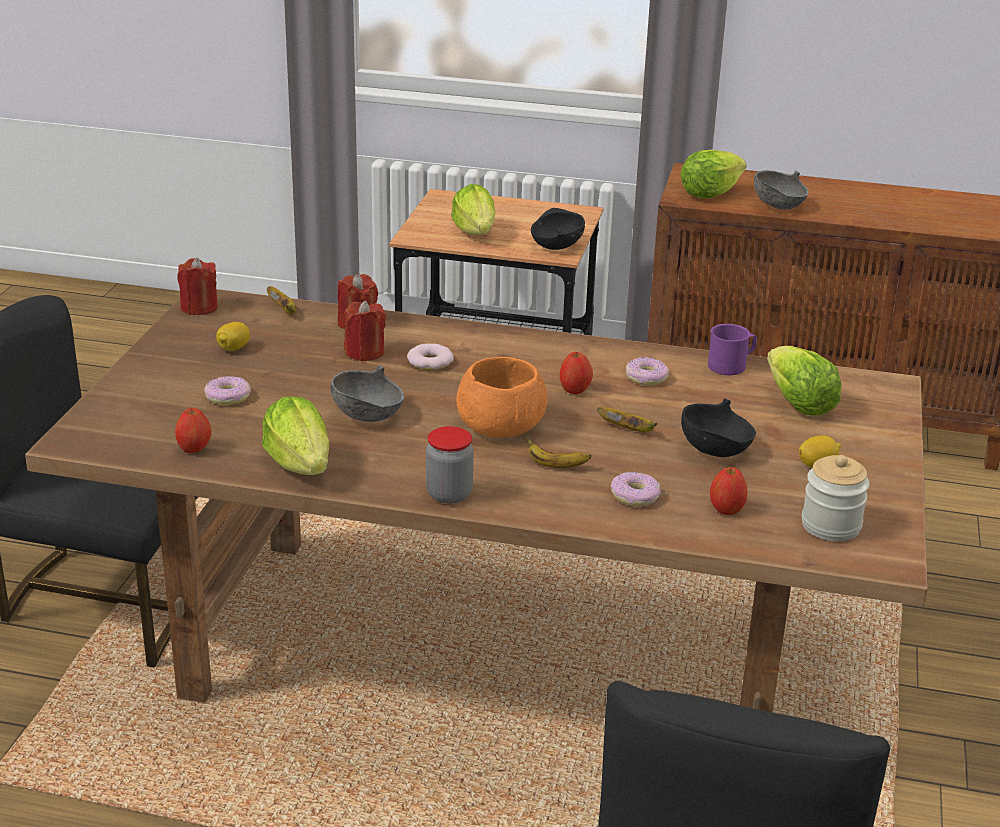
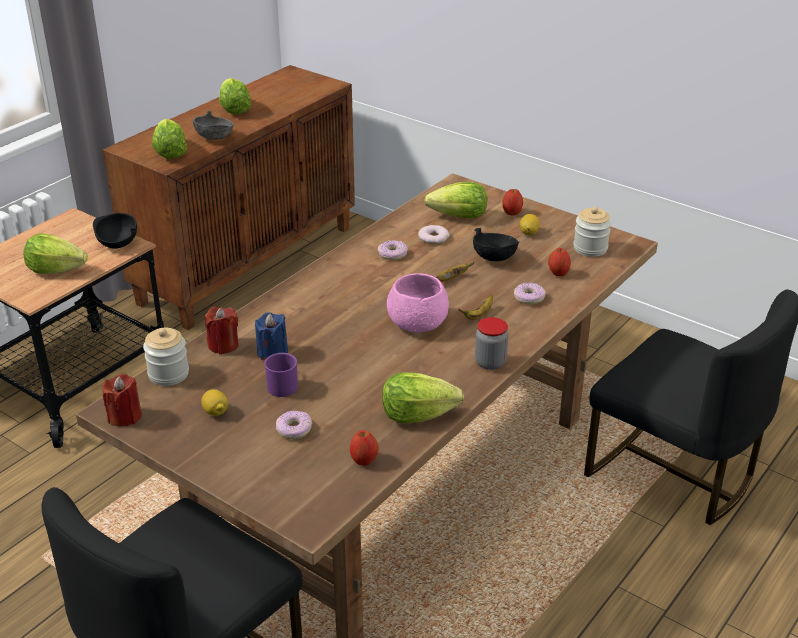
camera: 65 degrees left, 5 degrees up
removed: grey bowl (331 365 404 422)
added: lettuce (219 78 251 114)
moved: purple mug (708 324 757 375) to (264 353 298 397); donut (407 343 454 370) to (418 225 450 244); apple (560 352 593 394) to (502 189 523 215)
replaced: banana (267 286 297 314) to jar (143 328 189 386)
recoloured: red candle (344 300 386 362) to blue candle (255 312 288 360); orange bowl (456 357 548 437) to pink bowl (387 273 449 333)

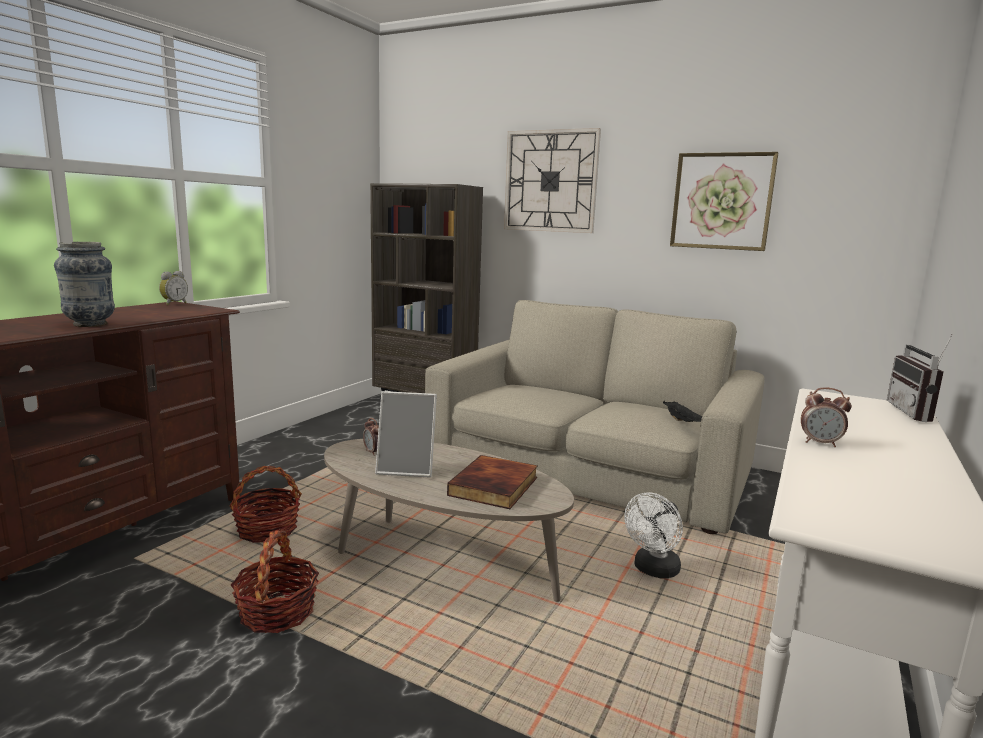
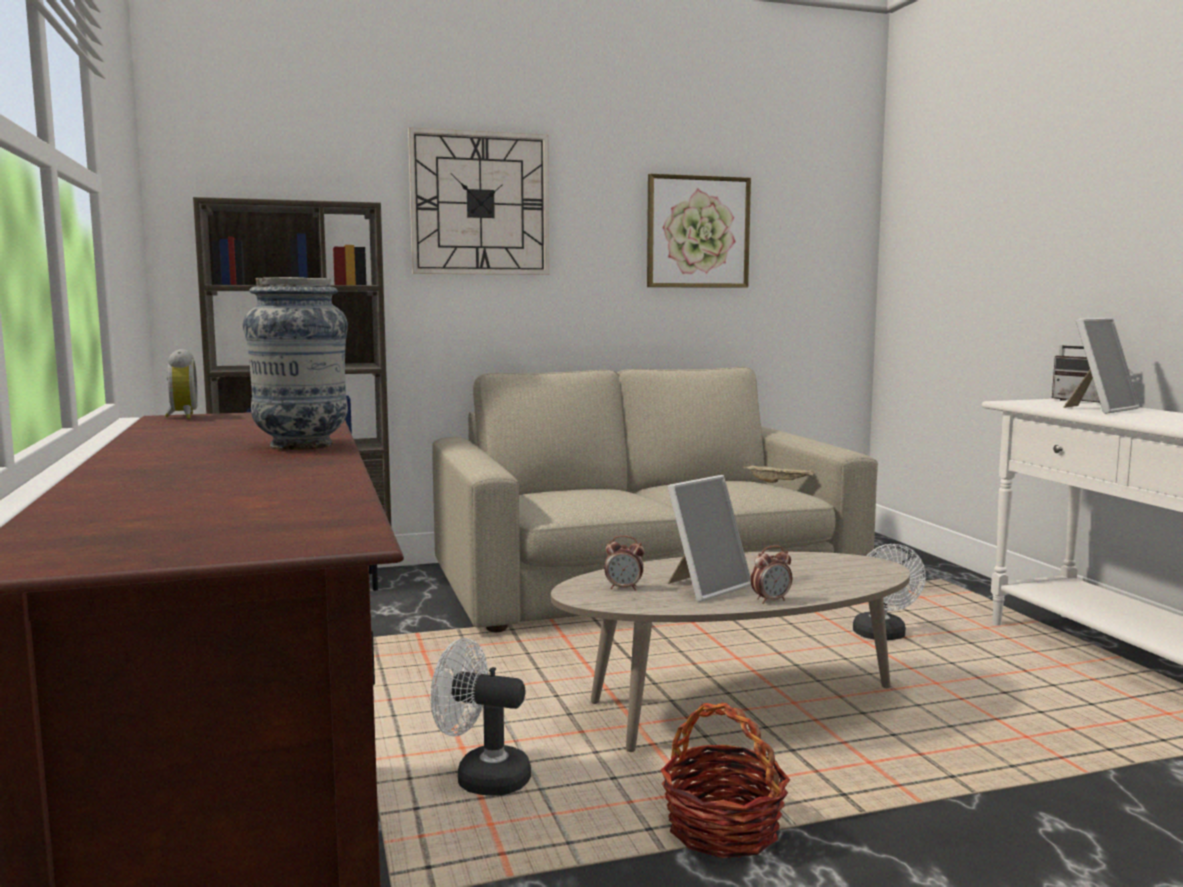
camera: 45 degrees left, 5 degrees down
removed: book (447 455 538 509)
added: picture frame (1064 318 1140 414)
moved: alarm clock (801 387 852 447) to (751 545 792 604)
replaced: basket (229 466 302 543) to white fan (431 638 531 796)
recoloured: black tray (663 401 702 422) to beige tray (743 465 814 483)

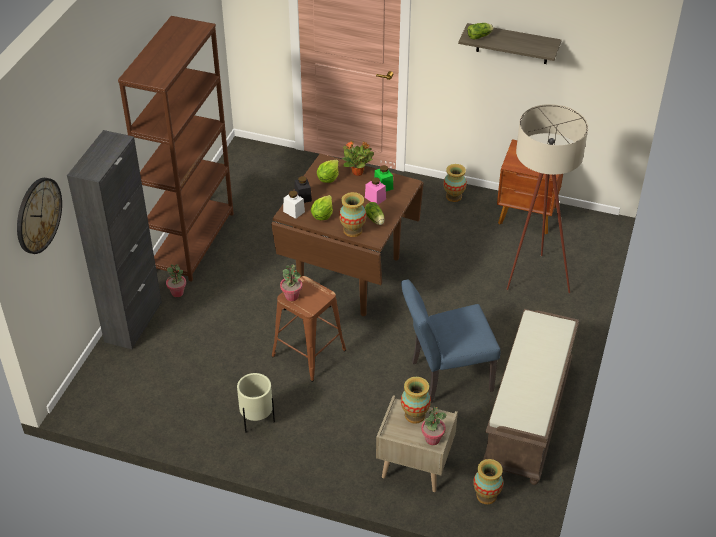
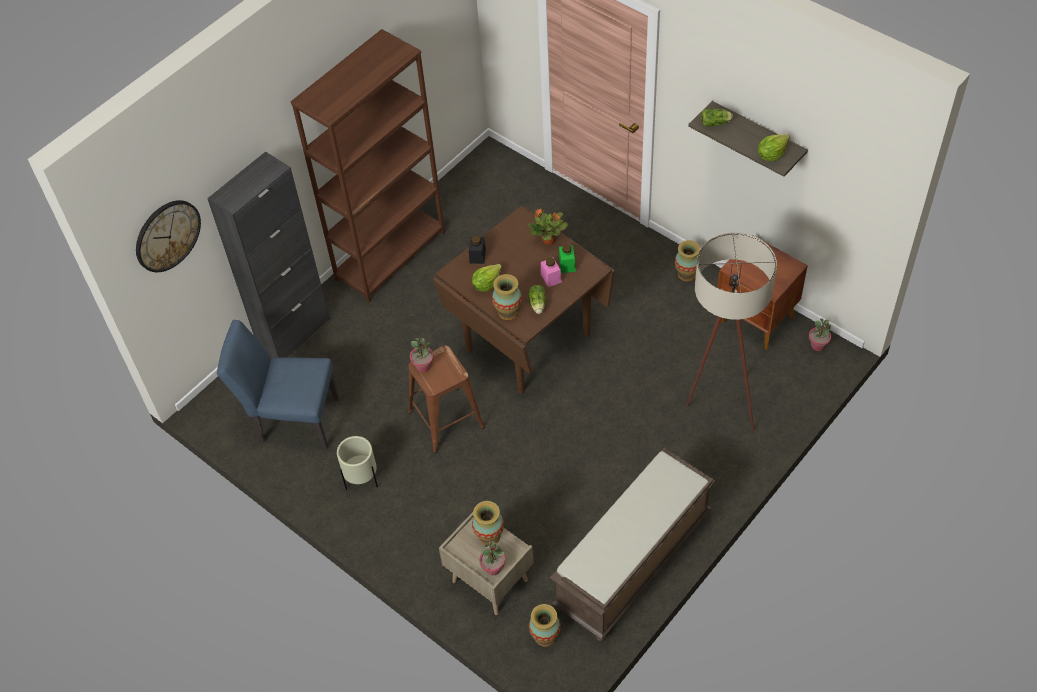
camera: 25 degrees right, 10 degrees up
removed: white jar (283 191 305 219)
moved: lettuce (317 159 339 183) to (758 134 790 162); potted plant (166 264 186 297) to (809 318 831 351); blue chair (401 279 501 403) to (217 320 340 450)

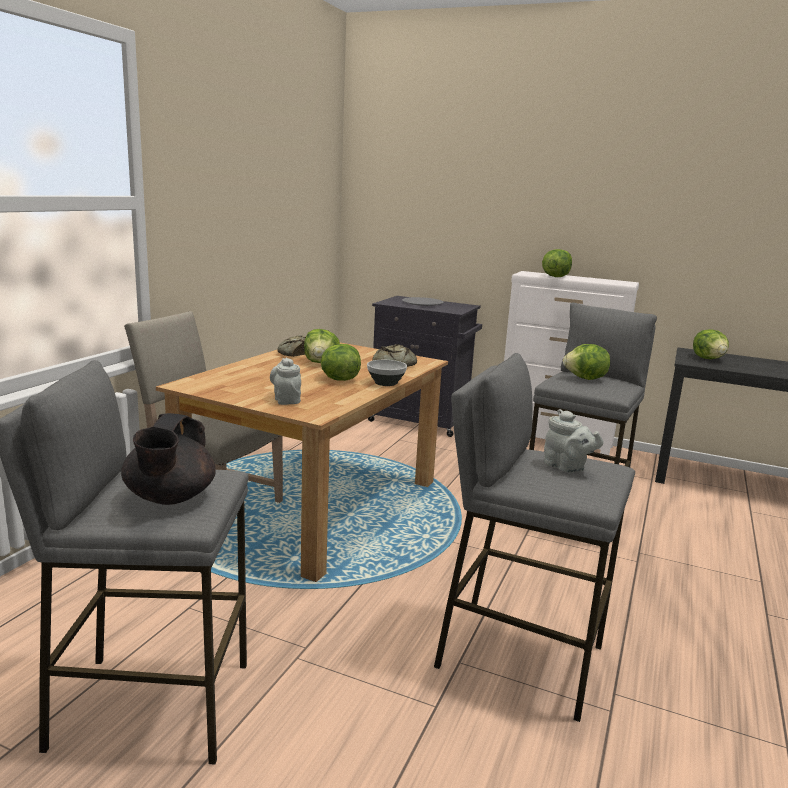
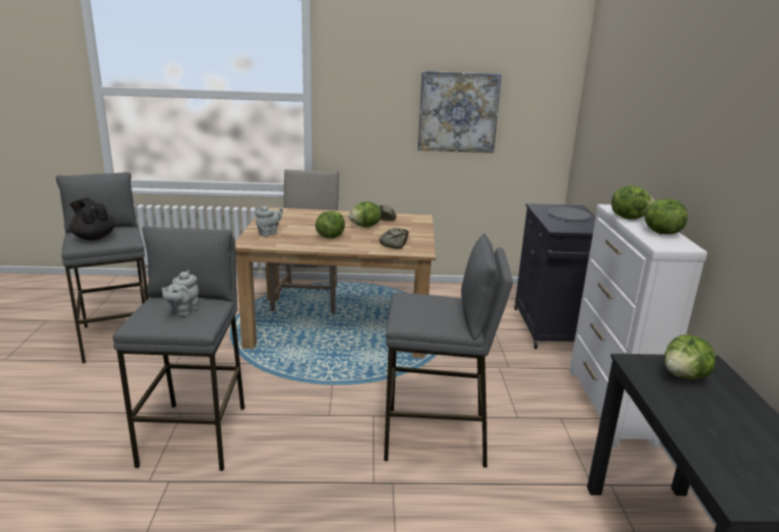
camera: 65 degrees right, 5 degrees up
removed: bowl (367 360 407 386)
added: picture (418 71 502 153)
moved: lettuce (563 344 610 380) to (645 198 688 234)
turned: black teapot (121 413 216 505) = (69 198 115 241) 60 degrees clockwise

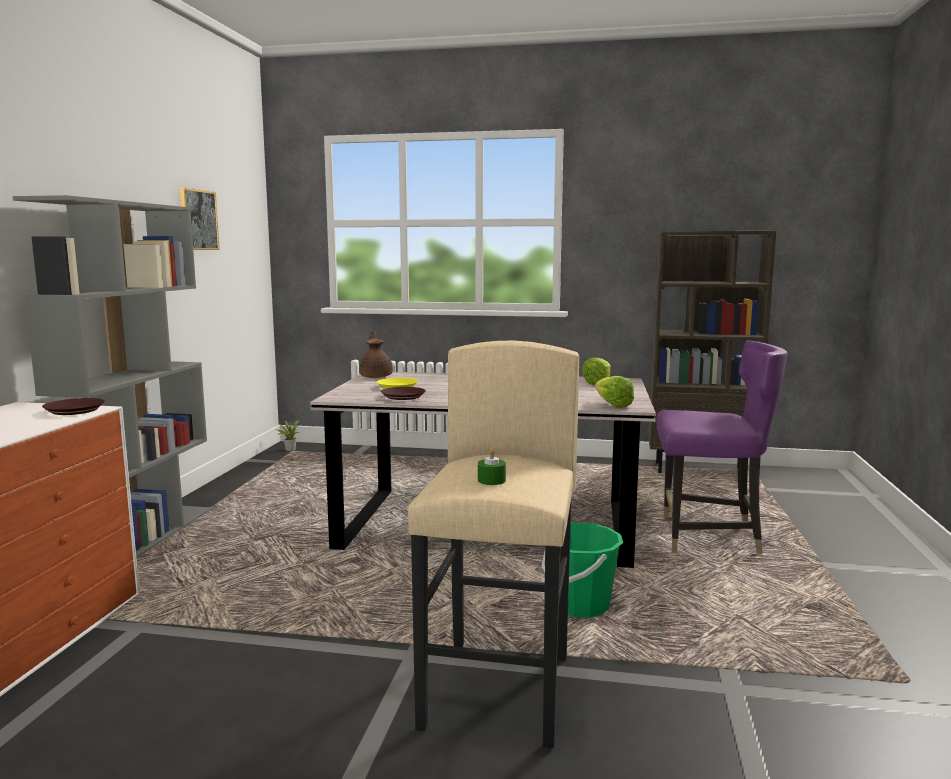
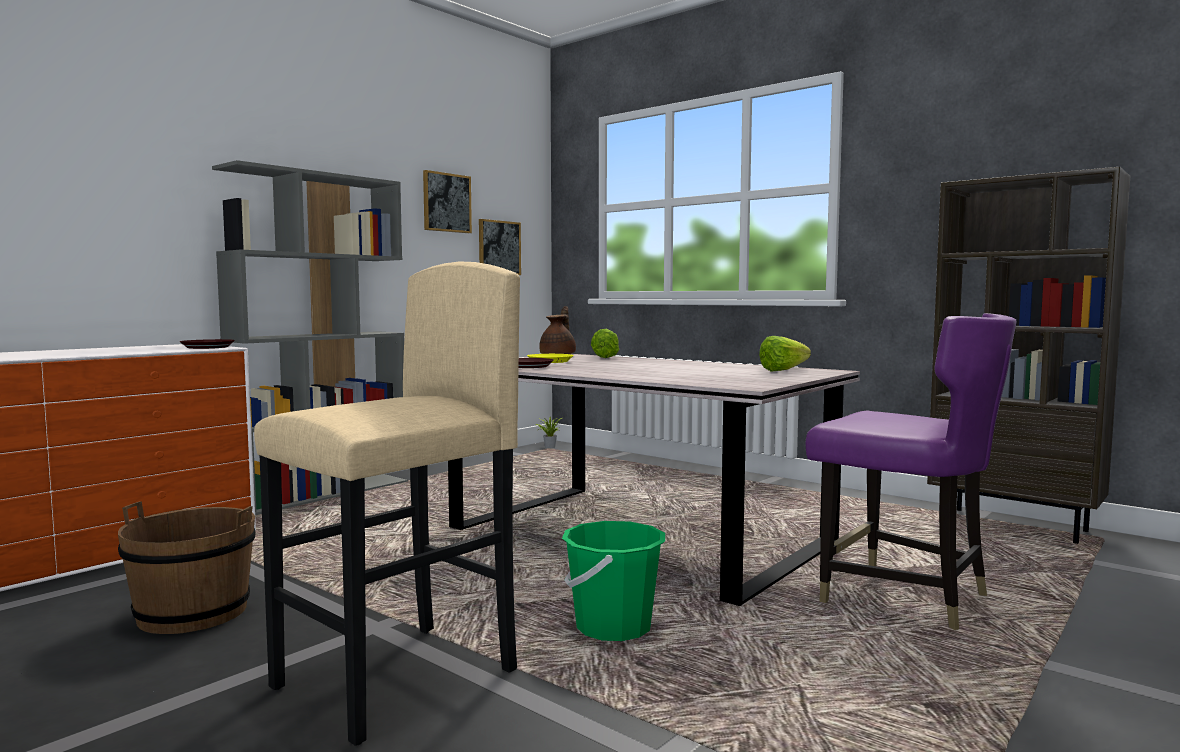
camera: 30 degrees right, 5 degrees down
removed: green candle (478 448 506 485)
added: picture (479 219 521 275); brown bucket (118 501 256 634)
moved: lettuce (595 376 634 408) to (591 329 619 358)

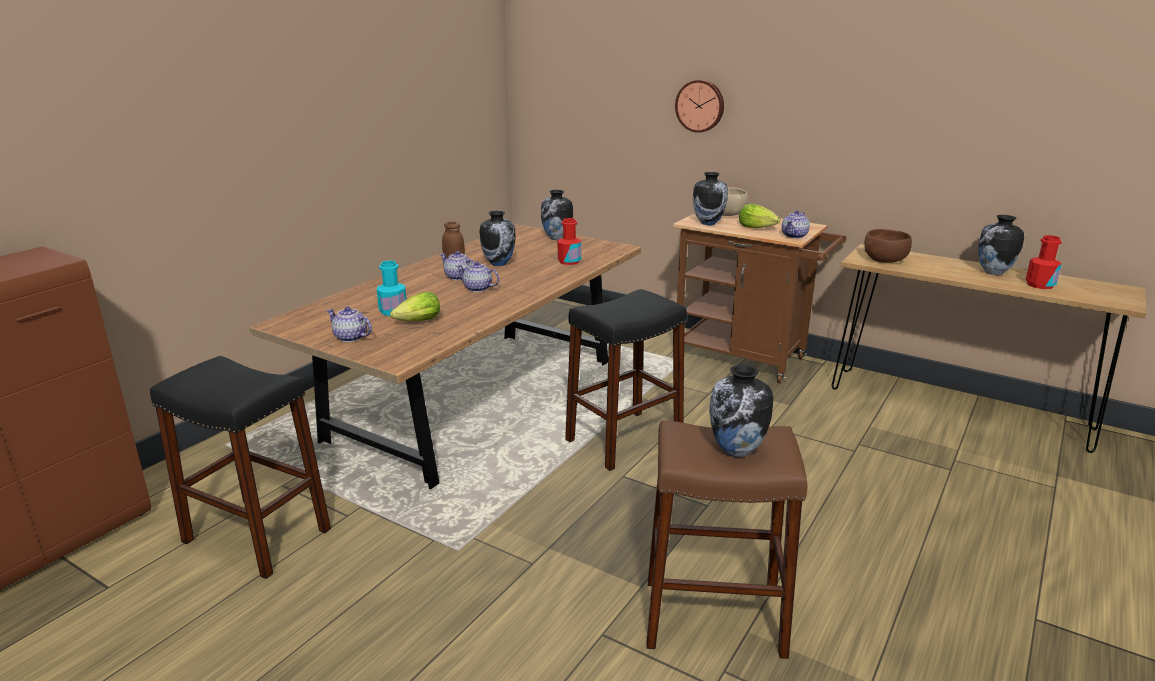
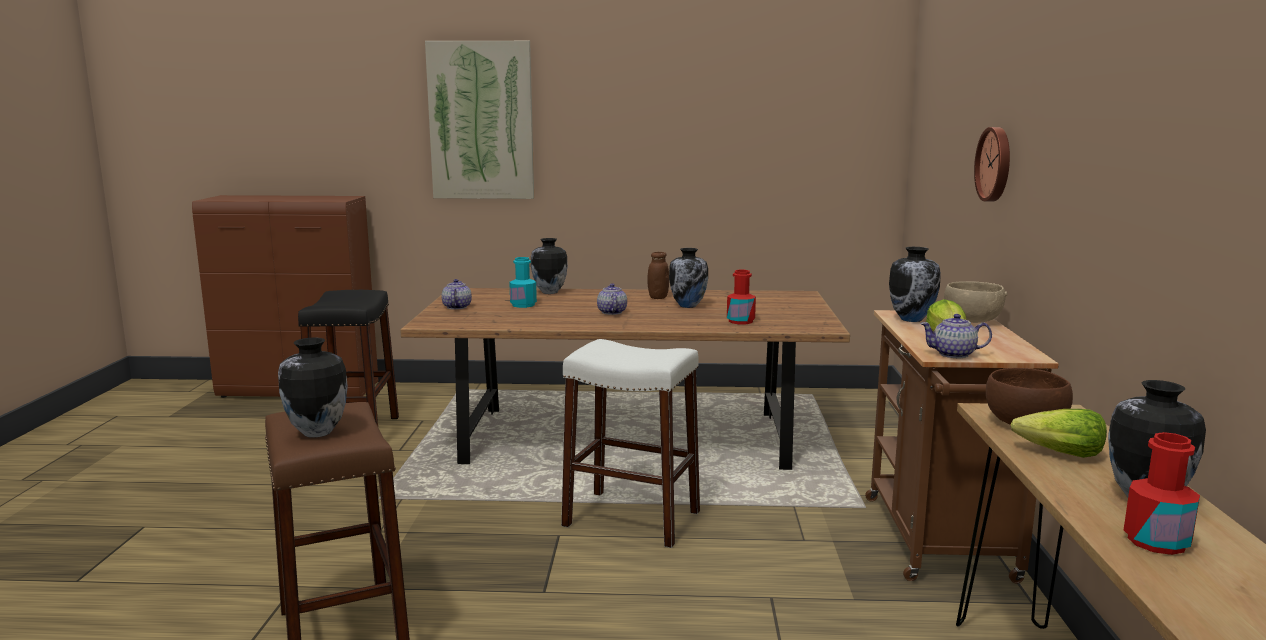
camera: 60 degrees right, 10 degrees down
removed: teapot (440 251 475 281)
added: picture (425 41 534 199)
moved: vase (541 190 573 240) to (531 238 568 294); lettuce (390 291 440 321) to (1010 409 1107 458)
recoloured: black stool (565 289 687 471) to white stool (561 339 700 548)

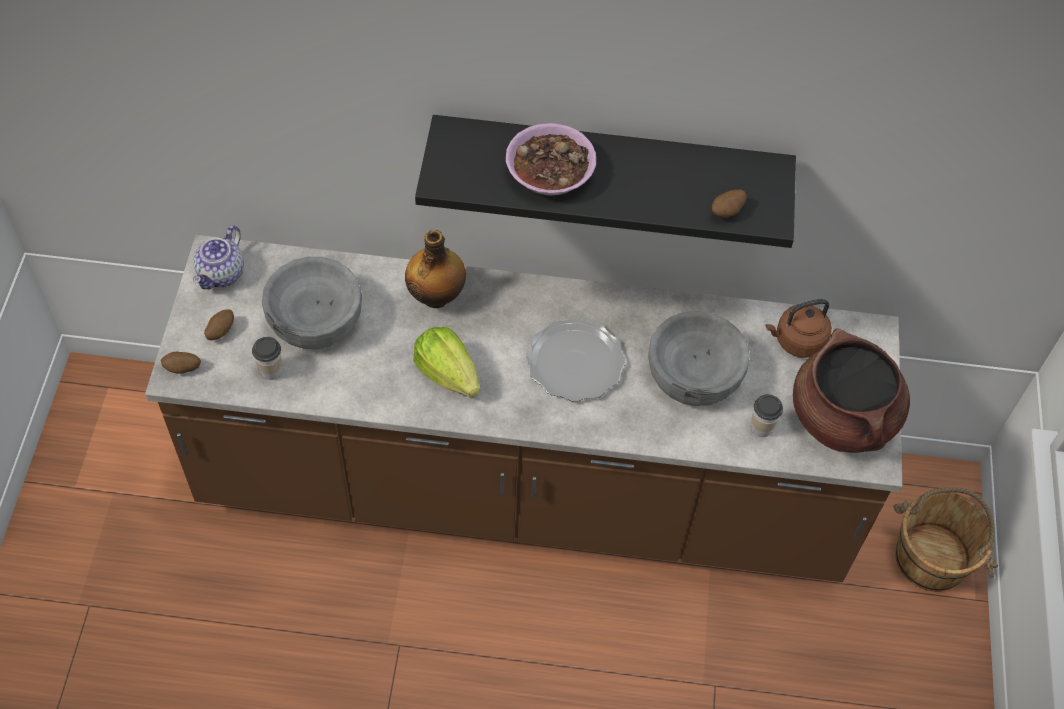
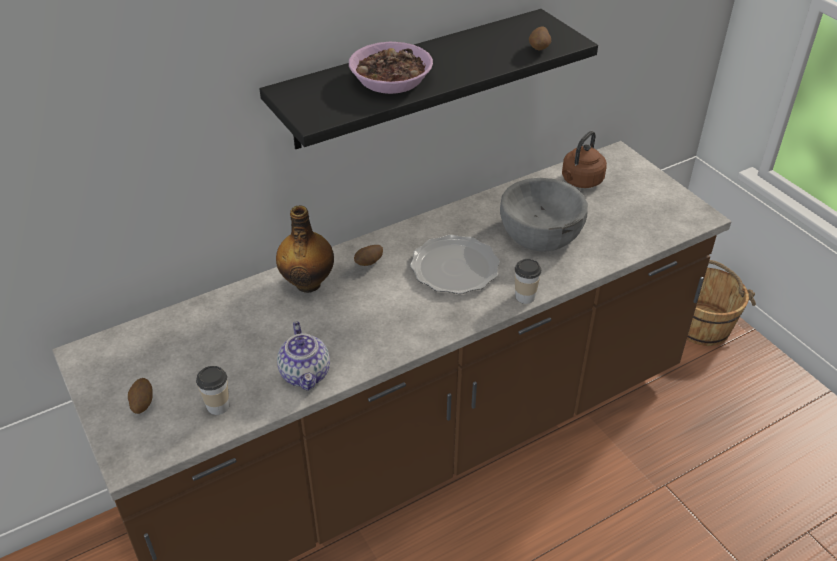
camera: 35 degrees left, 15 degrees down
removed: grey bowl (262 257 362 349); lettuce (413 327 480 397); brown cooking pot (793 329 910 453)
moved: teapot (193 225 244 289) to (277 321 330 391); potato (161 352 201 374) to (354 245 383 266); cup (751 394 783 437) to (515 259 542 304)

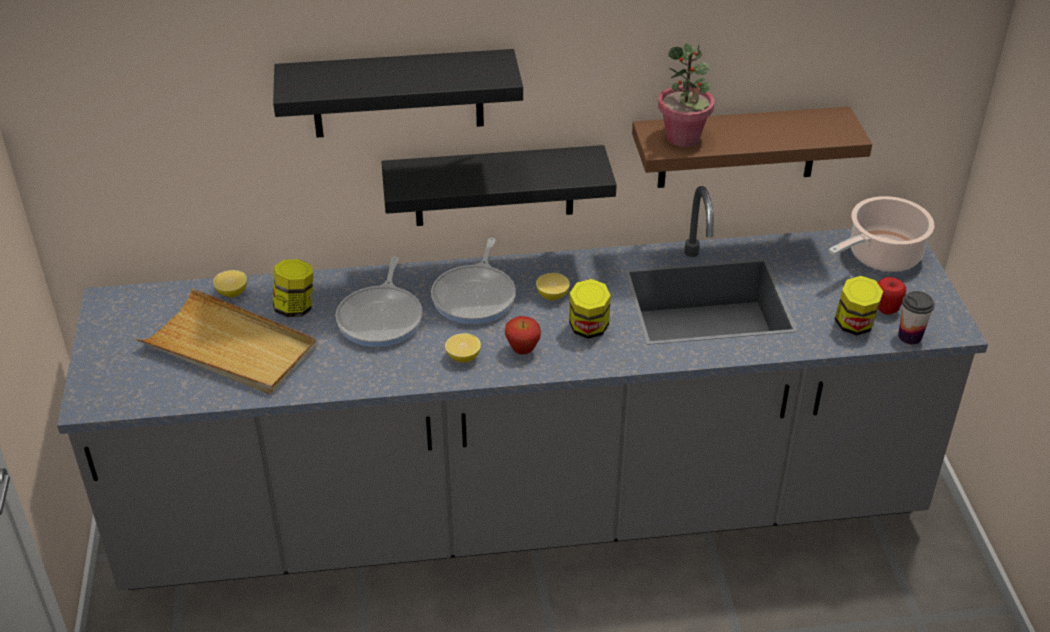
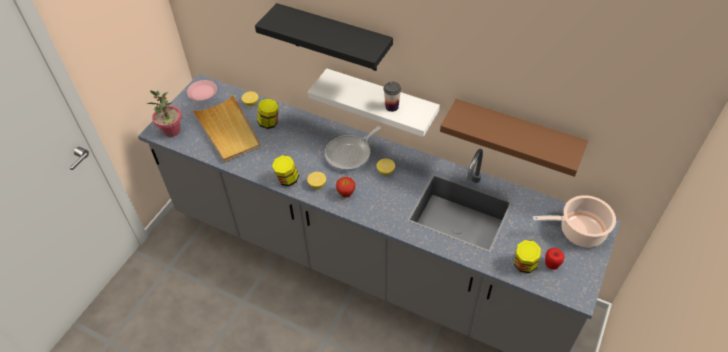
camera: 35 degrees right, 10 degrees up
removed: frying pan (336 257 423 347)
added: pink plate (187 80 217 101)
moved: potted plant (658 43 714 147) to (147 90 182 137); jar (569 279 611 339) to (272 155 299 186); cup (898 291 935 344) to (384 82 401 112)
recoloured: black shelf (381 145 617 226) to white shelf (308 68 440 137)

